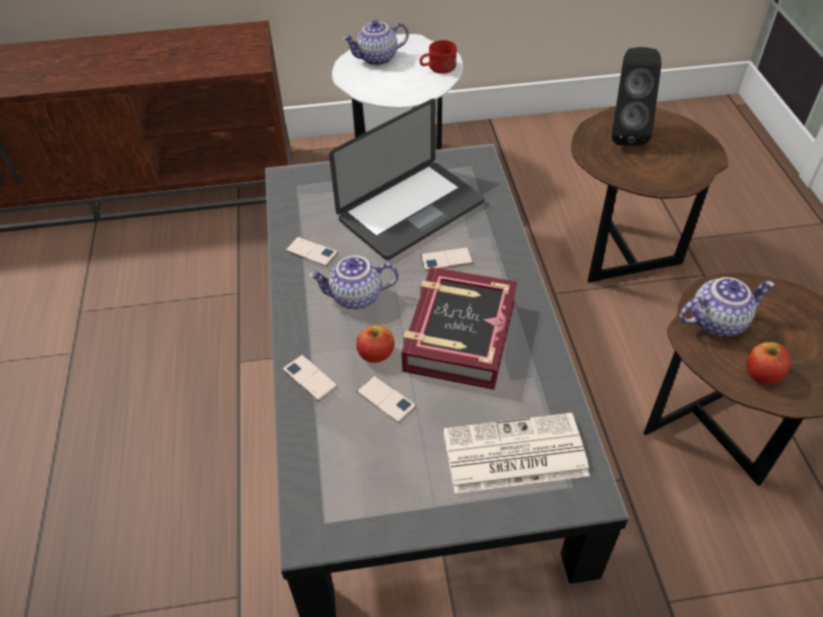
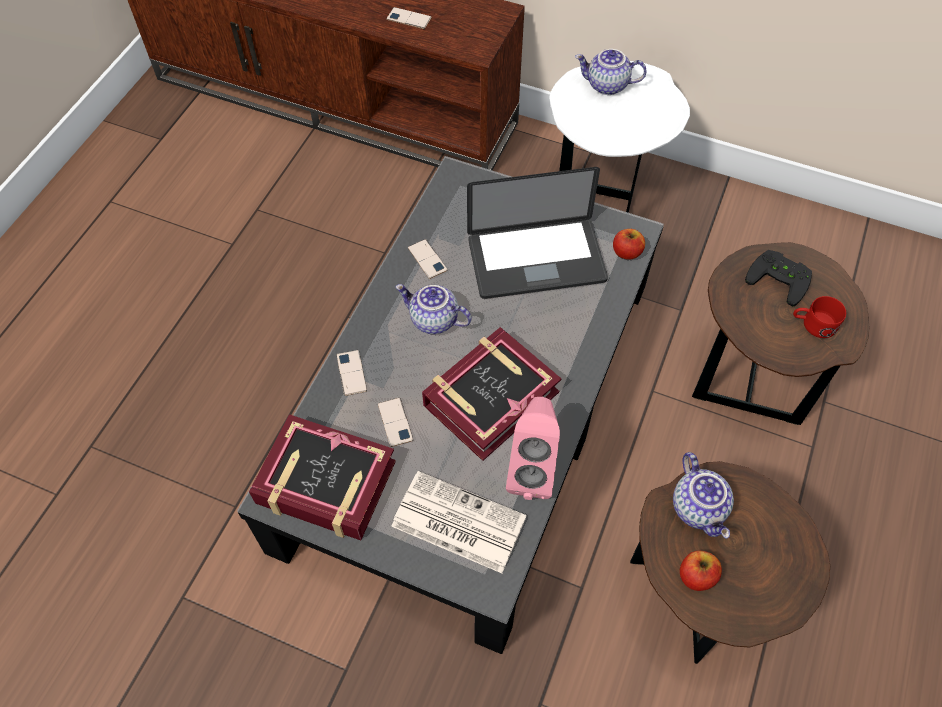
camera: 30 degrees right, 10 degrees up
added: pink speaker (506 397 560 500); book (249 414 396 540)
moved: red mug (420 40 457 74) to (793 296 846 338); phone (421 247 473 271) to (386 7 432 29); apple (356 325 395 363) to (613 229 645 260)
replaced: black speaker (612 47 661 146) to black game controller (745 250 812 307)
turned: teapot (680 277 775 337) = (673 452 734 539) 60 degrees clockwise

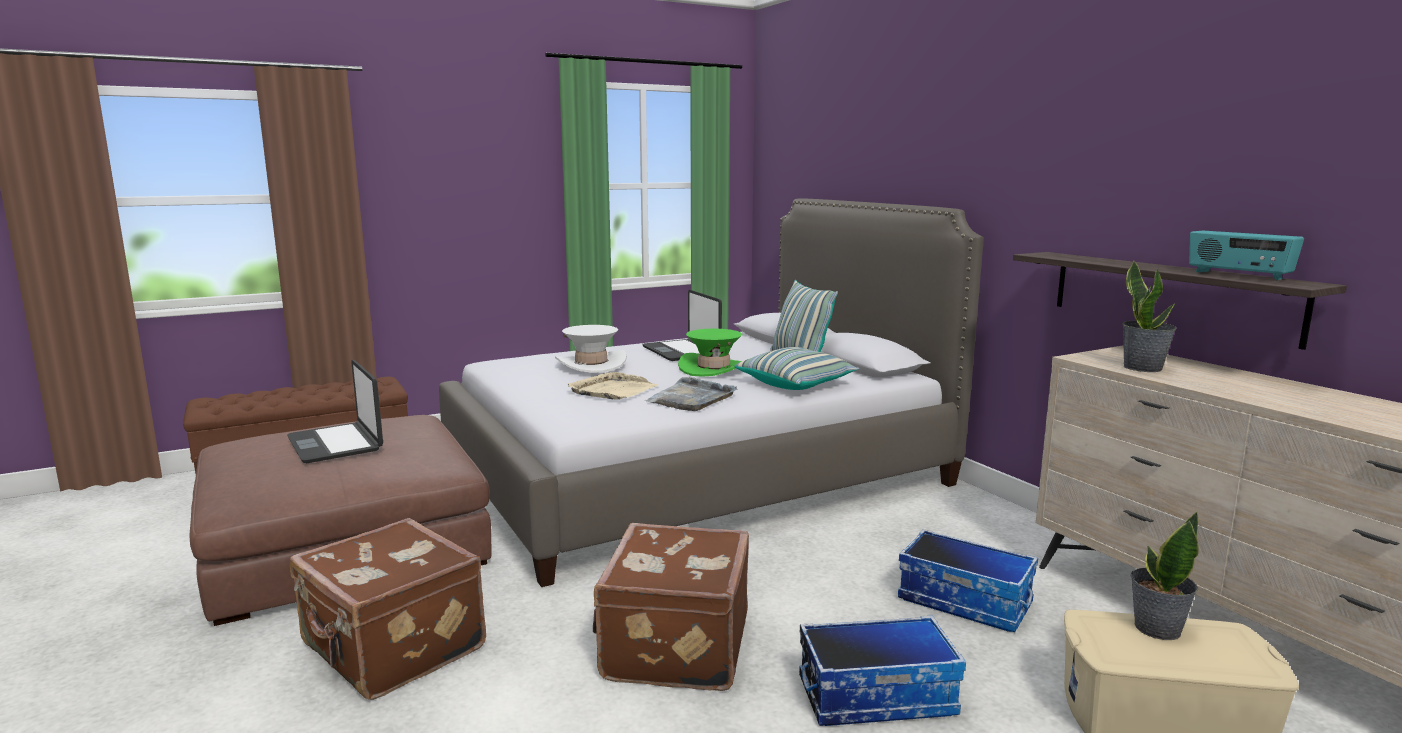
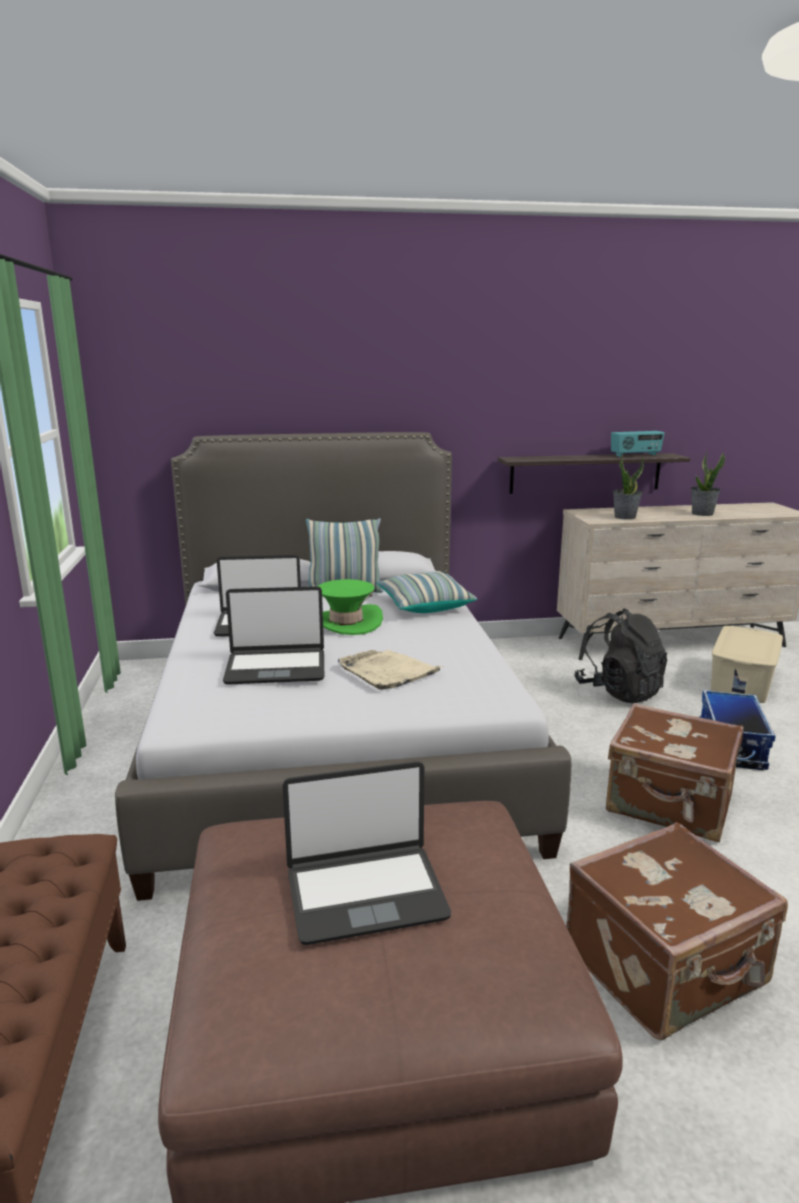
camera: 70 degrees left, 5 degrees up
removed: grey tray (645 377 737 411)
moved: potted plant (1131 512 1199 640) to (691 452 725 516)
replaced: white hat (555 325 627 372) to laptop (223 586 324 685); storage box (898 529 1038 632) to black backpack (574 609 667 703)

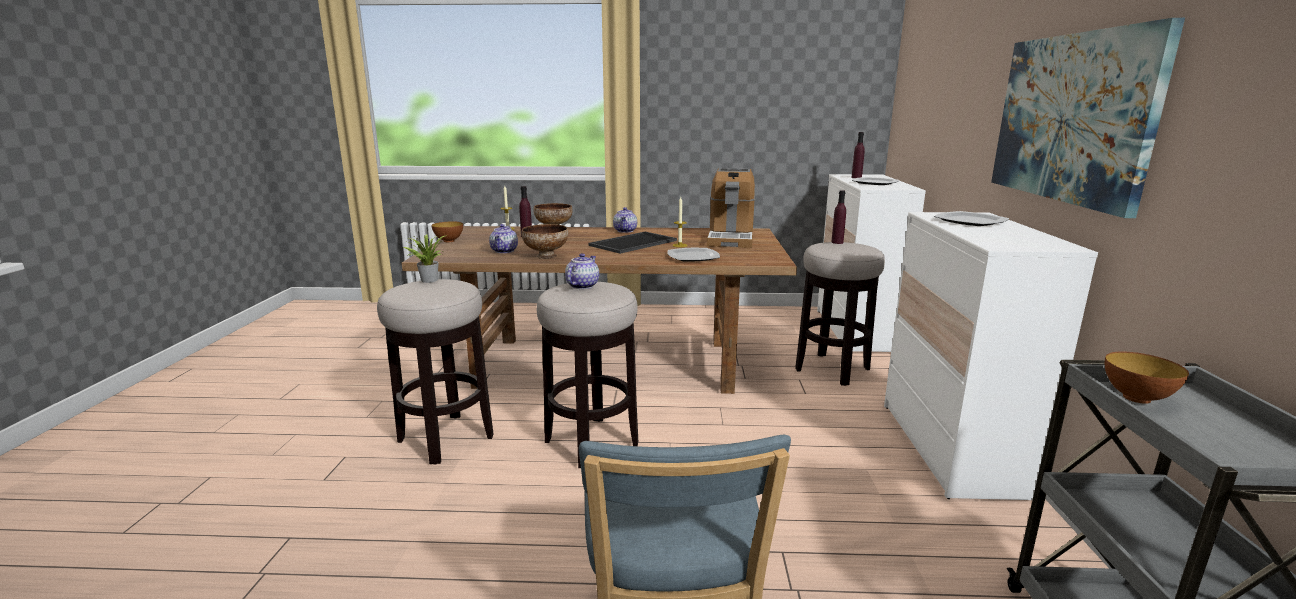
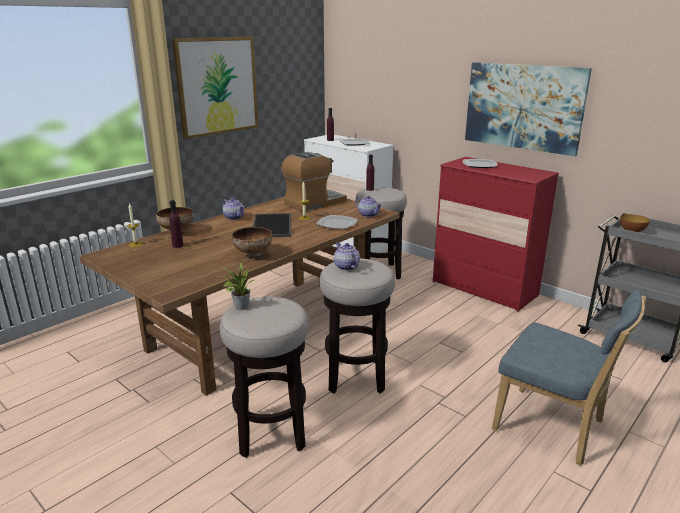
camera: 50 degrees left, 5 degrees up
removed: bowl (431 221 463 242)
added: picture (172 37 258 139)
moved: teapot (489 224 518 253) to (355 196 382 217)
recoloured: white dresser (884 212 1098 500) to red dresser (433 157 559 312)
turned: coffee machine (707 168 755 248) = (282 152 347 212) 90 degrees counterclockwise

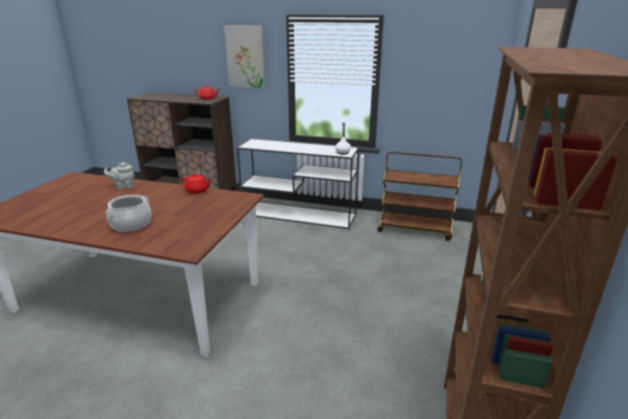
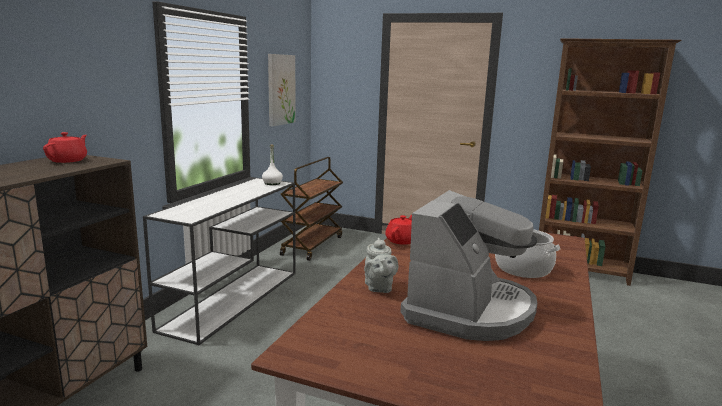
camera: 85 degrees left, 10 degrees down
added: coffee machine (400 190 537 341)
moved: picture (224 25 266 88) to (268 54 296 127)

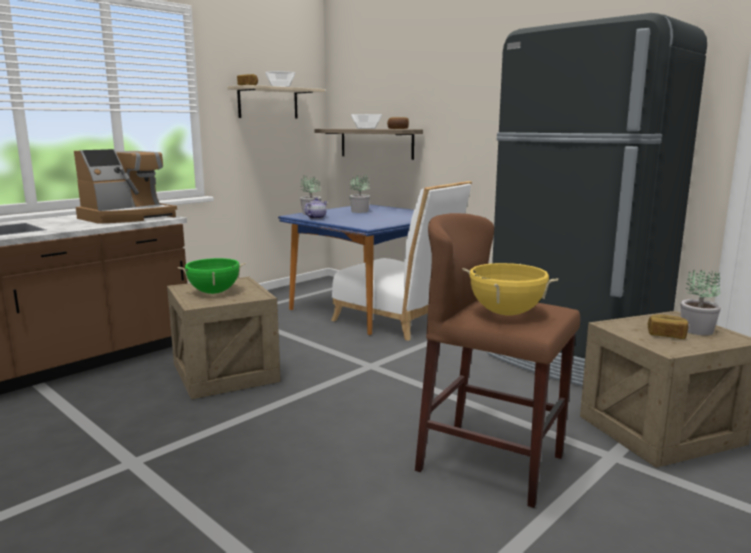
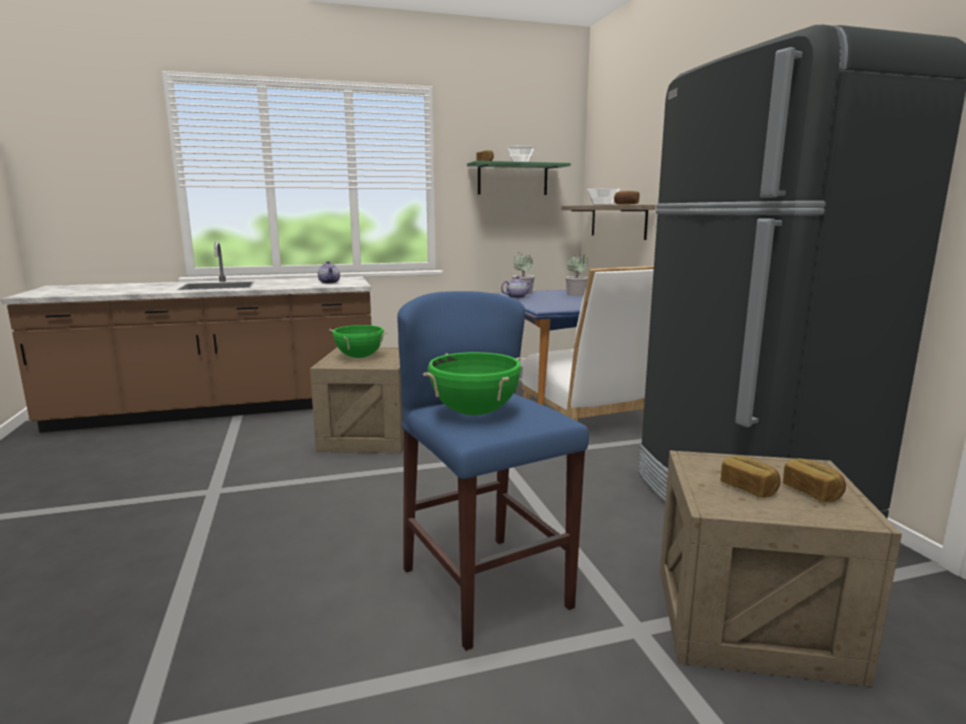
camera: 30 degrees right, 0 degrees up
replaced: coffee machine (74 149 177 224) to teapot (318 261 340 284); potted plant (681 270 721 335) to bread (783 458 846 502)
recoloured: beige shelf (227 85 325 118) to green shelf (467 161 571 195); brown stool (415 213 580 508) to blue stool (397 291 589 651); yellow cooking pot (462 263 558 316) to green cooking pot (423 352 522 415)

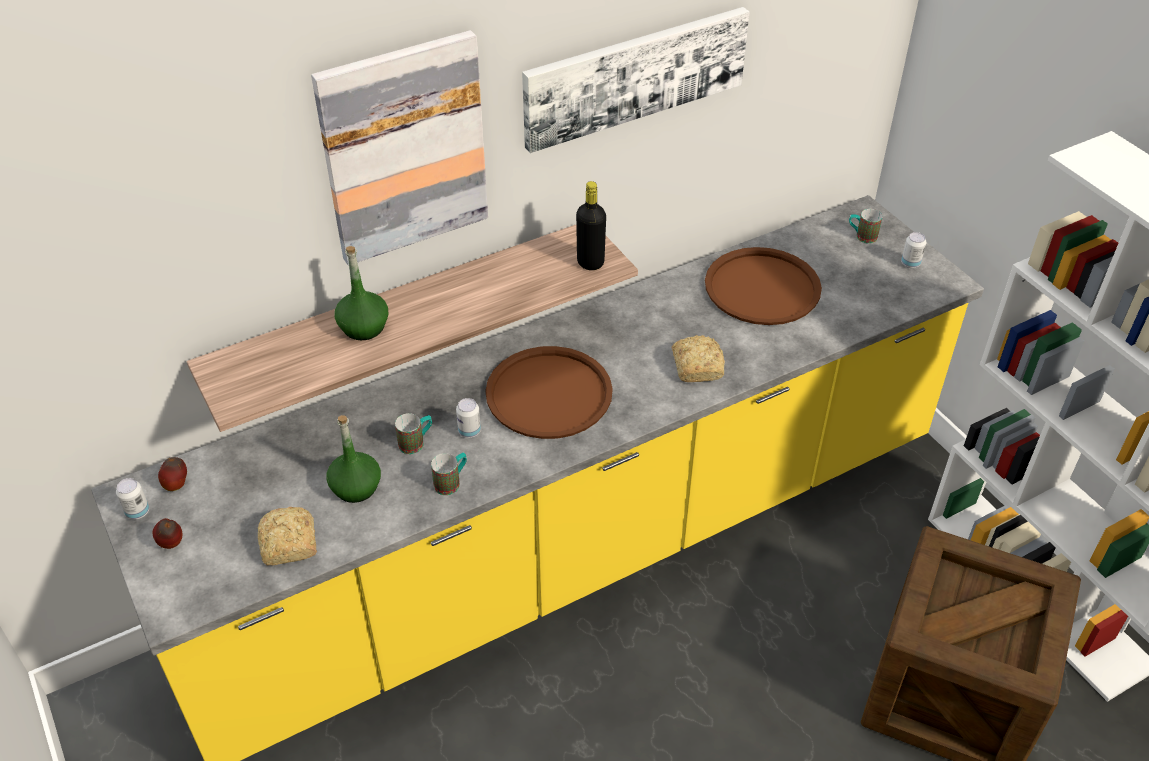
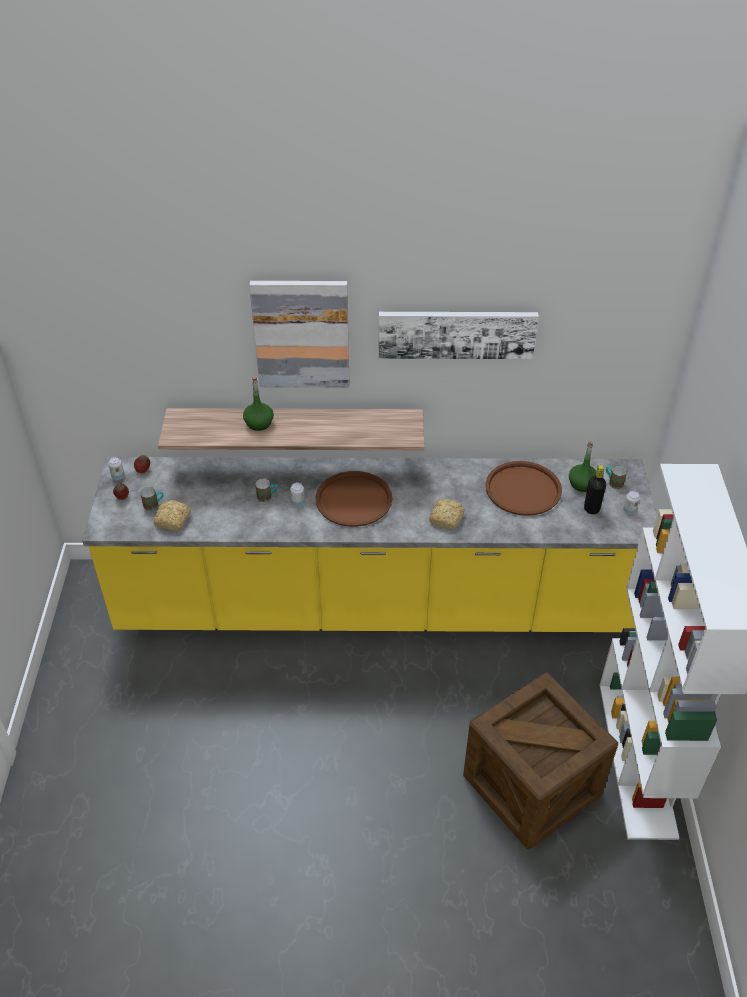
camera: 30 degrees right, 0 degrees up
moved: black bottle (576 181 606 270) to (584 465 606 514); green bottle (326 415 381 503) to (569 441 596 492); mug (431 453 467 495) to (140 487 164 511)

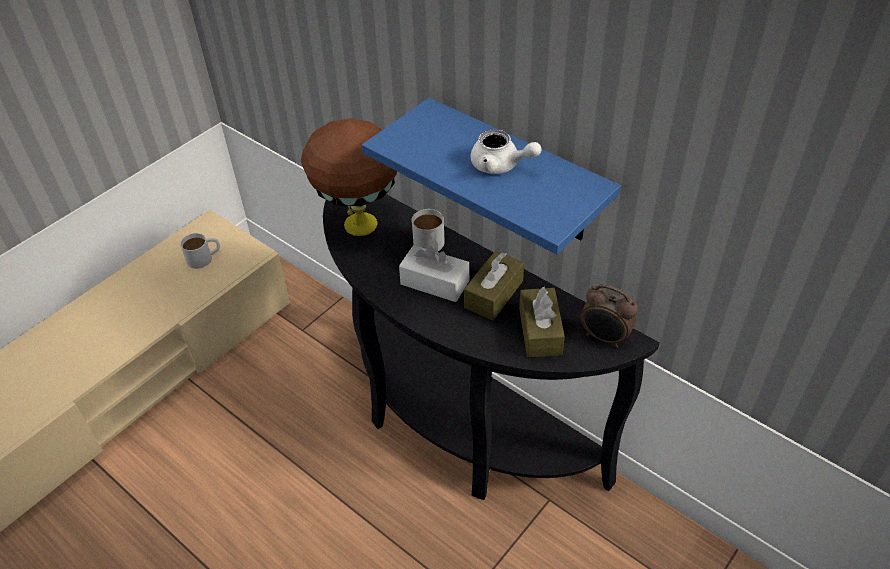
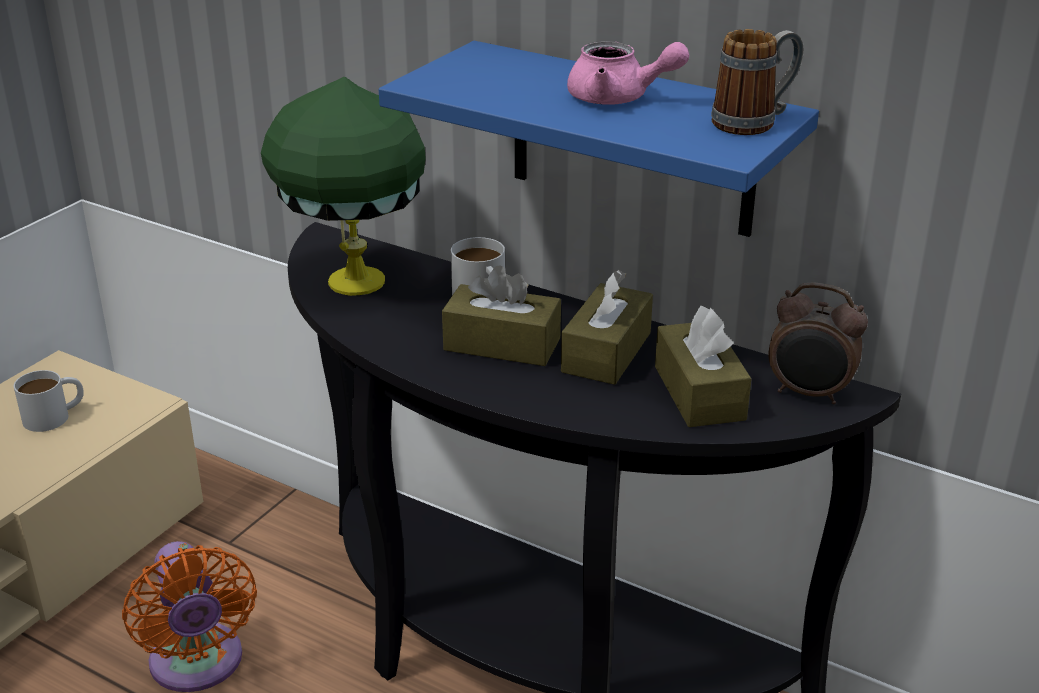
camera: 10 degrees left, 15 degrees down
added: mug (711 29 803 135); orange fan (122 541 257 692)
recoloured: brown table lamp (301 118 397 236) to green table lamp (261 76 426 296); white teapot (470 130 541 174) to pink teapot (567 41 689 105); white tissue box (399 245 469 302) to brown tissue box (442 265 561 366)

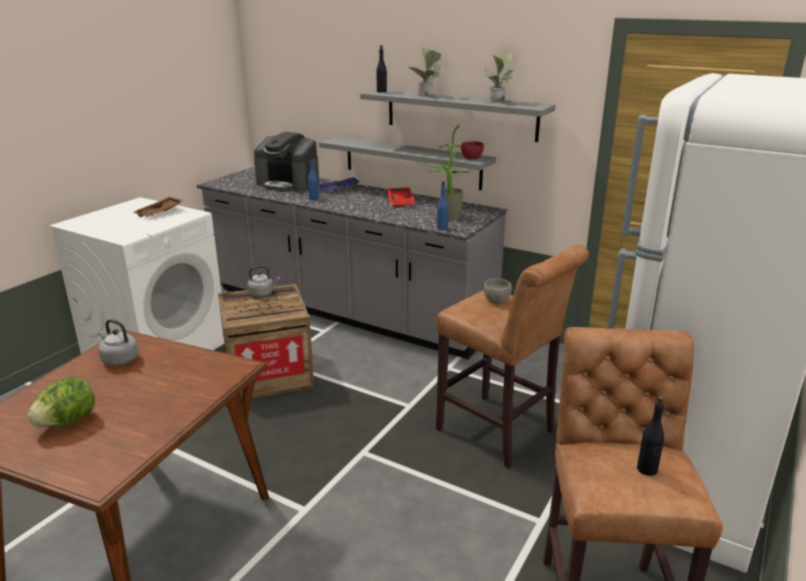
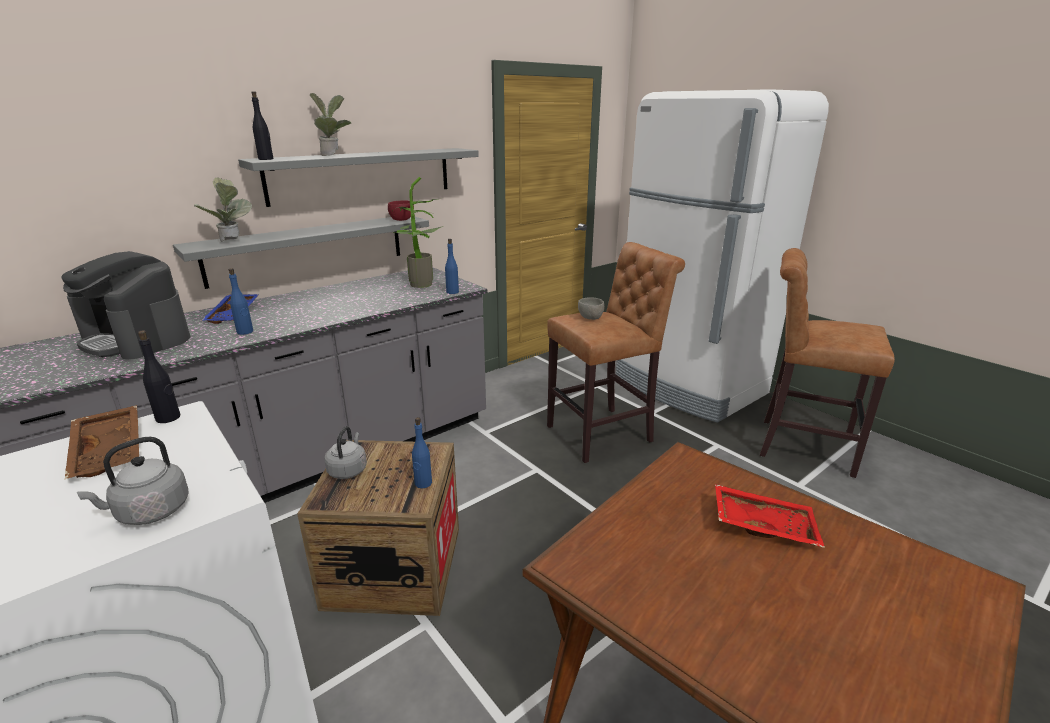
camera: 70 degrees left, 0 degrees up
removed: lettuce (27 377 95 428)
added: blue bottle (412 417 432 488)
moved: potted plant (480 51 516 100) to (194 178 252 242); red tray (387 187 415 208) to (715 484 825 548); grey kettle (98 319 139 366) to (77 437 189 525); black bottle (637 396 664 476) to (138 330 180 423)
turned: coffee machine (254 132 319 192) = (61 251 191 359) 75 degrees clockwise

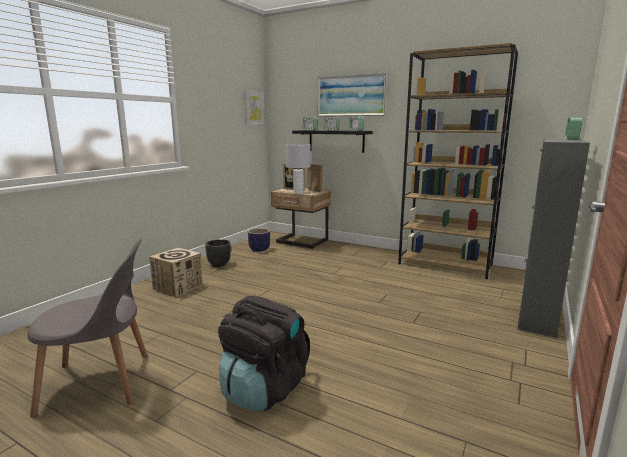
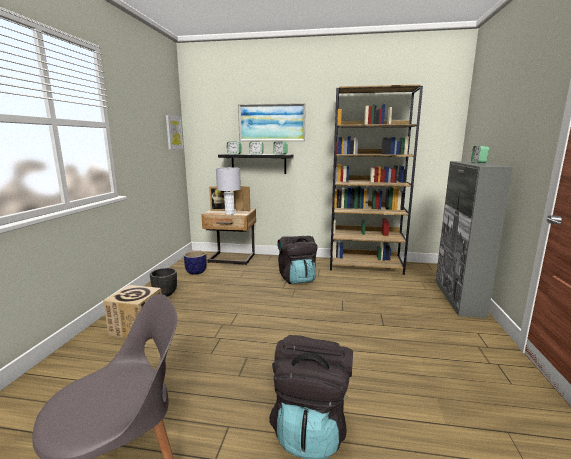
camera: 20 degrees left, 0 degrees up
added: black backpack (277 236 317 284)

